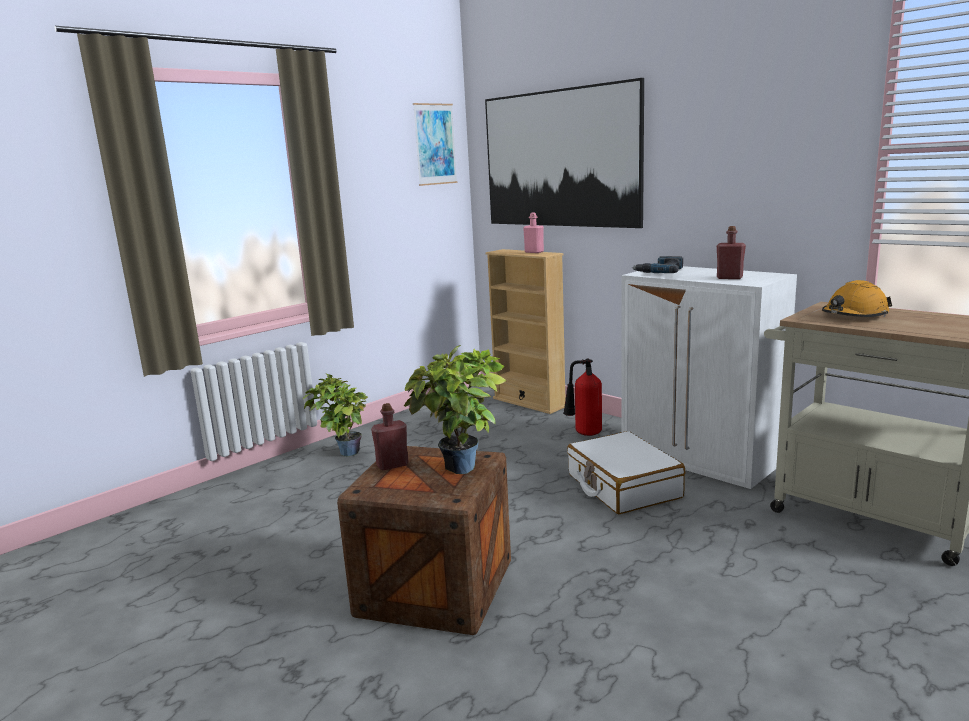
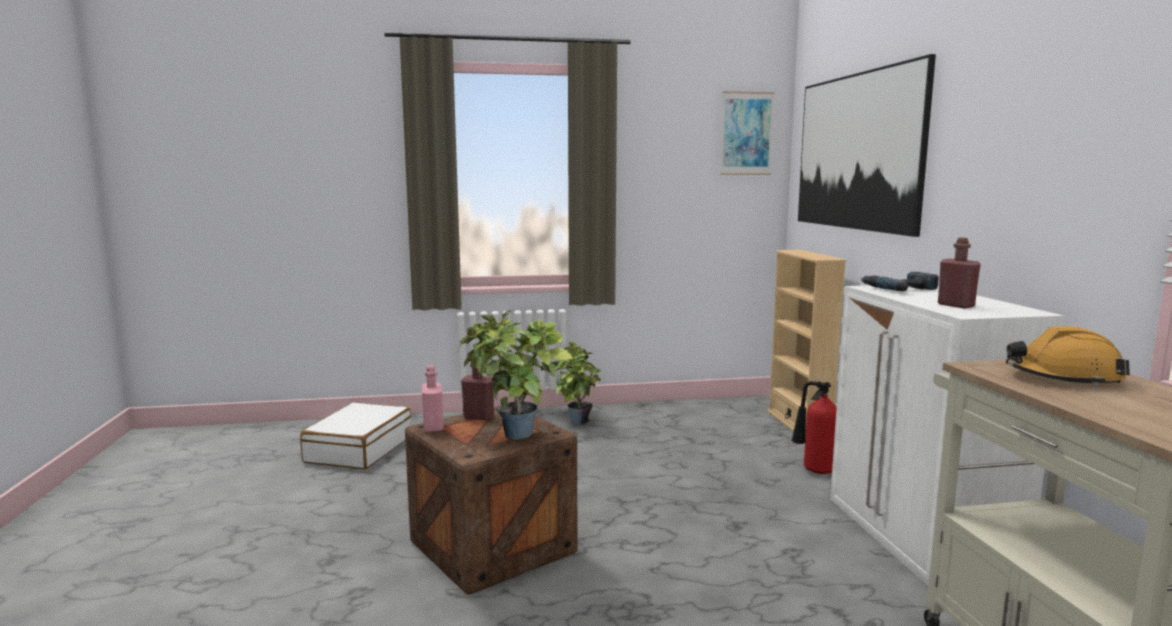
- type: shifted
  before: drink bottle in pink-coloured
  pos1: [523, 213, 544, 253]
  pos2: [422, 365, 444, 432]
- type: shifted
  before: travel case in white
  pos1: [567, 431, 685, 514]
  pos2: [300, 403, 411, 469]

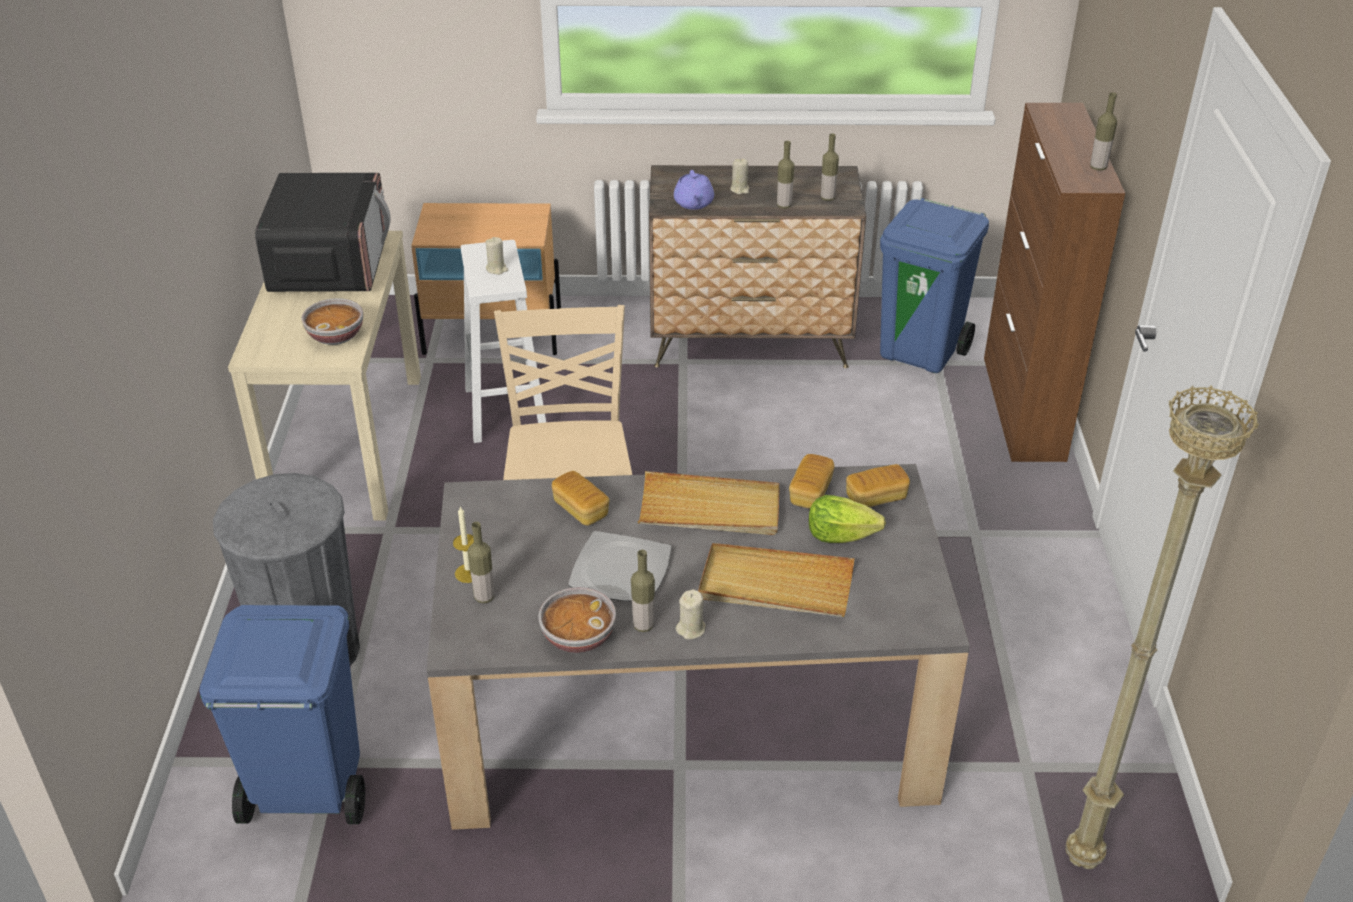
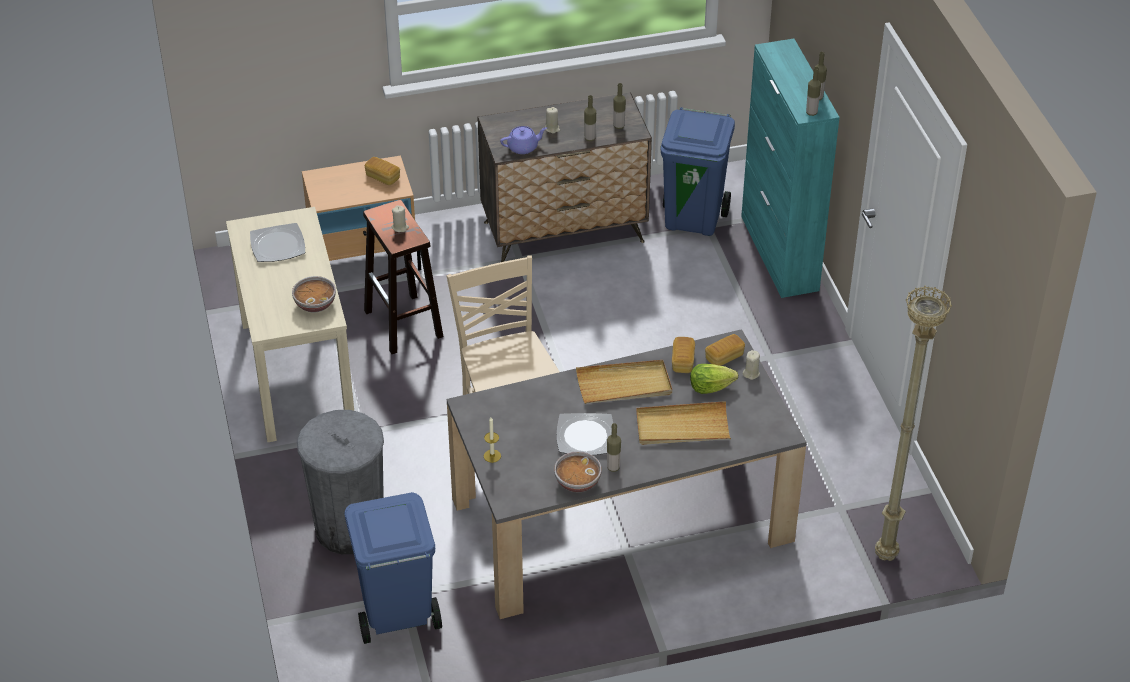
- type: repainted
  before: cabinet in brown-coloured
  after: cabinet in blue-green
  pos1: [984, 103, 1125, 462]
  pos2: [741, 39, 840, 298]
- type: rotated
  before: tea pot in purple
  pos1: [674, 170, 714, 210]
  pos2: [500, 126, 547, 154]
  turn: -90
- type: swapped
  before: kitchen microwave
  after: dinner plate
  pos1: [255, 173, 390, 292]
  pos2: [250, 223, 305, 262]
- type: repainted
  before: stool in white
  after: stool in brown-coloured
  pos1: [461, 240, 546, 443]
  pos2: [363, 200, 444, 354]
- type: shifted
  before: bakery bread
  pos1: [552, 471, 610, 526]
  pos2: [365, 157, 400, 185]
- type: shifted
  before: drink bottle
  pos1: [468, 522, 494, 603]
  pos2: [806, 67, 821, 116]
- type: shifted
  before: candle in beige
  pos1: [676, 589, 706, 639]
  pos2: [743, 350, 760, 380]

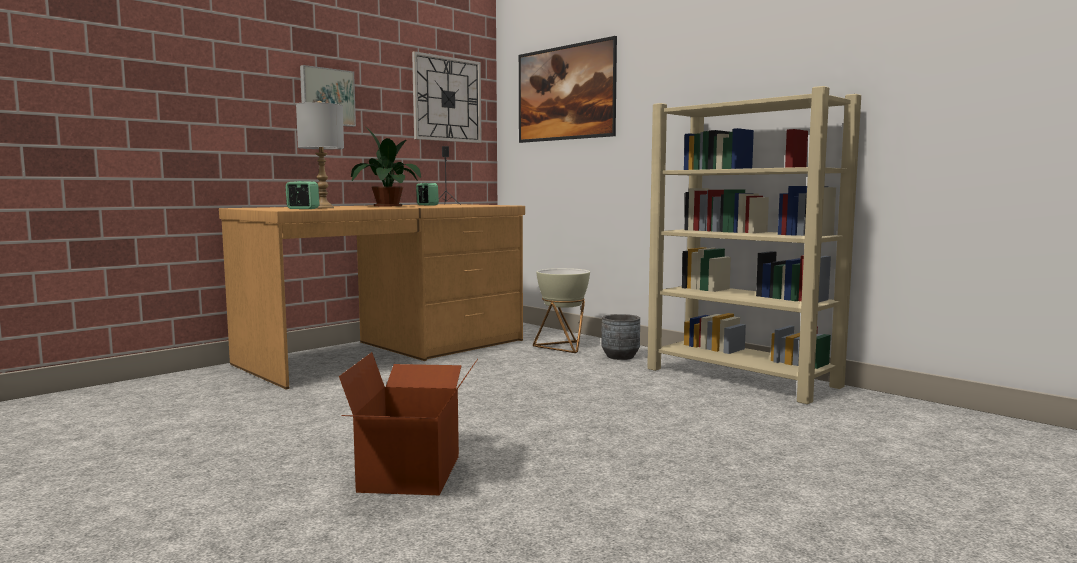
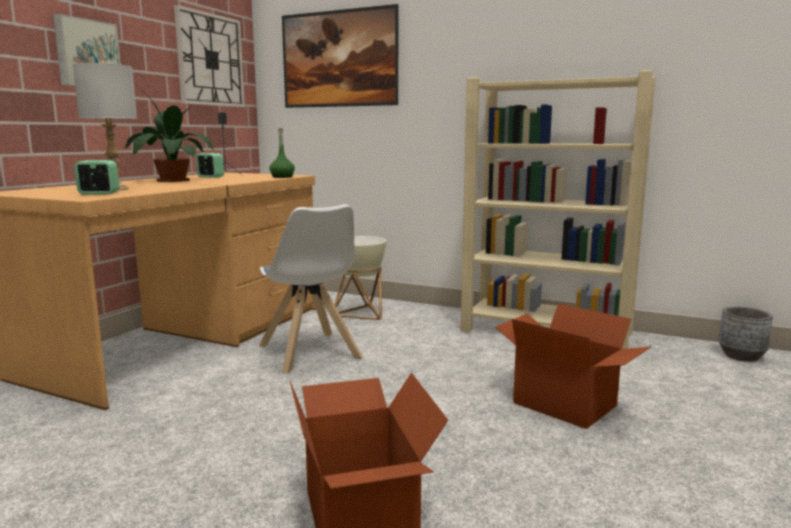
- type: shifted
  before: plant pot in greyish
  pos1: [601, 314, 640, 360]
  pos2: [719, 307, 773, 361]
- type: new
  after: drink bottle in greenish
  pos2: [269, 128, 295, 178]
- type: new
  after: plain chair
  pos2: [259, 204, 363, 374]
- type: new
  after: packing box
  pos2: [495, 303, 651, 429]

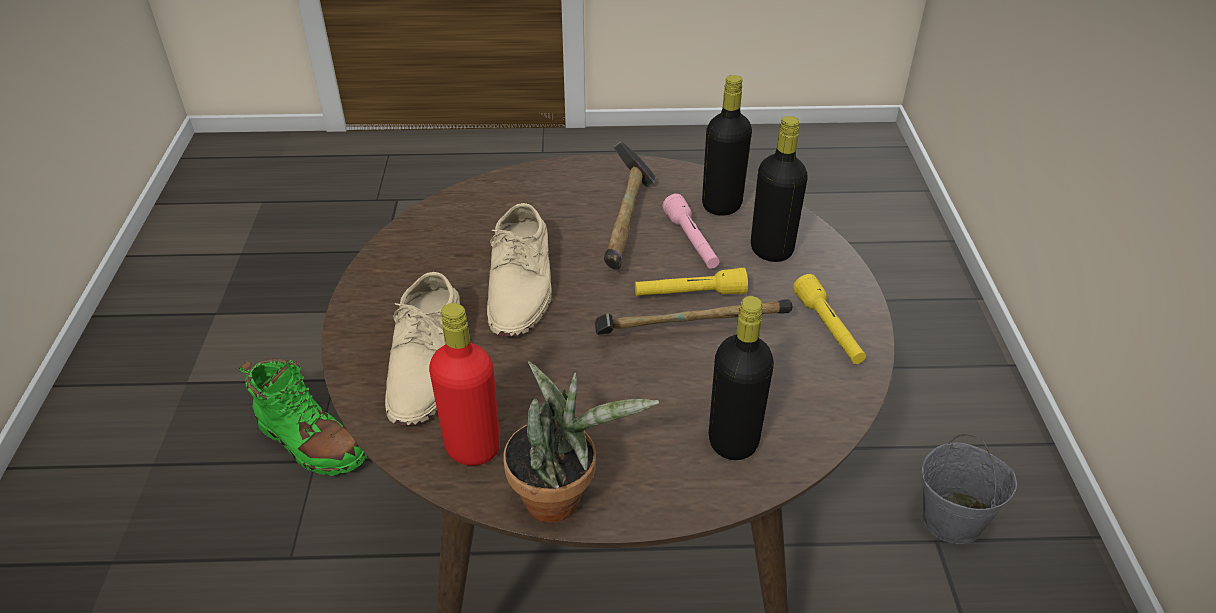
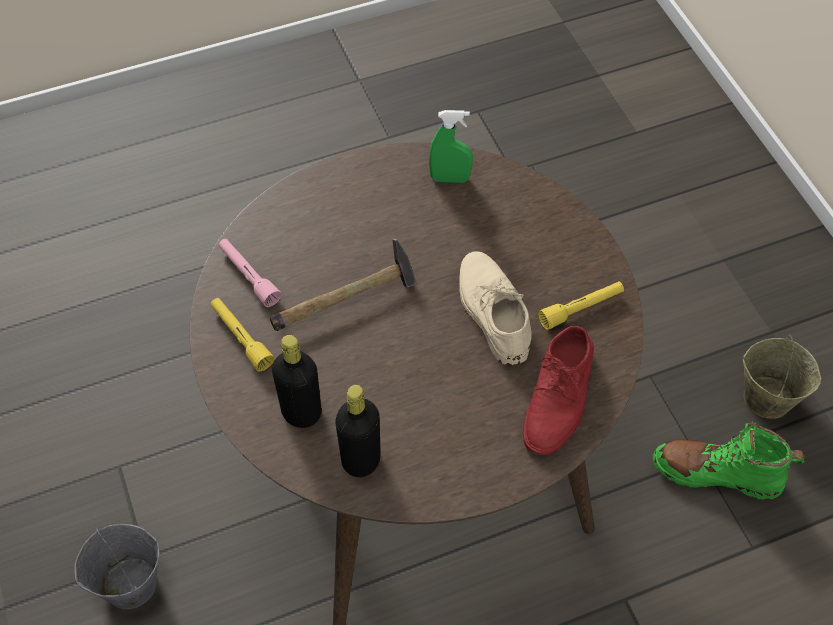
- type: gone
  before: hand hammer
  pos1: [604, 141, 656, 270]
- type: shifted
  before: hand torch in pink-coloured
  pos1: [662, 194, 720, 268]
  pos2: [218, 239, 282, 307]
- type: shifted
  before: hand torch in yellow
  pos1: [635, 268, 748, 296]
  pos2: [538, 281, 624, 330]
- type: gone
  before: shoe in beige
  pos1: [385, 272, 460, 426]
- type: gone
  before: drink bottle in black
  pos1: [709, 296, 774, 460]
- type: swapped
  before: drink bottle in reddish
  after: spray bottle in greenish
  pos1: [429, 303, 500, 466]
  pos2: [429, 110, 473, 183]
- type: gone
  before: plant in a pot
  pos1: [503, 361, 659, 523]
- type: new
  after: shoe in reddish
  pos2: [523, 326, 594, 456]
- type: new
  after: bucket in beige
  pos2: [743, 334, 821, 419]

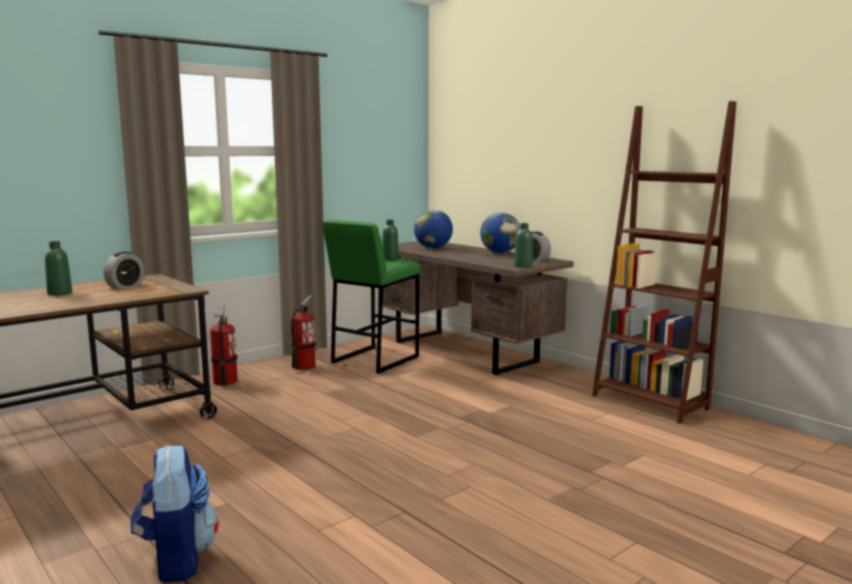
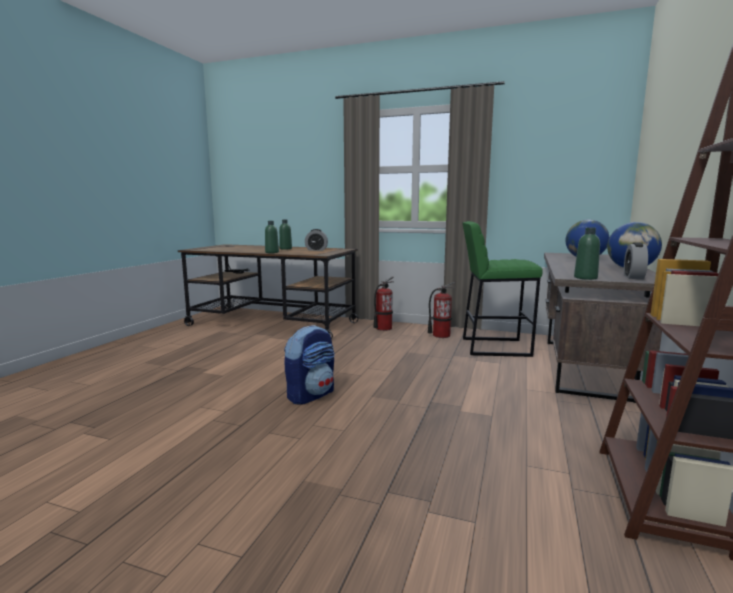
- type: shifted
  before: drink bottle in greenish
  pos1: [382, 220, 399, 260]
  pos2: [265, 221, 279, 253]
- type: shifted
  before: rucksack
  pos1: [131, 445, 219, 582]
  pos2: [284, 325, 335, 404]

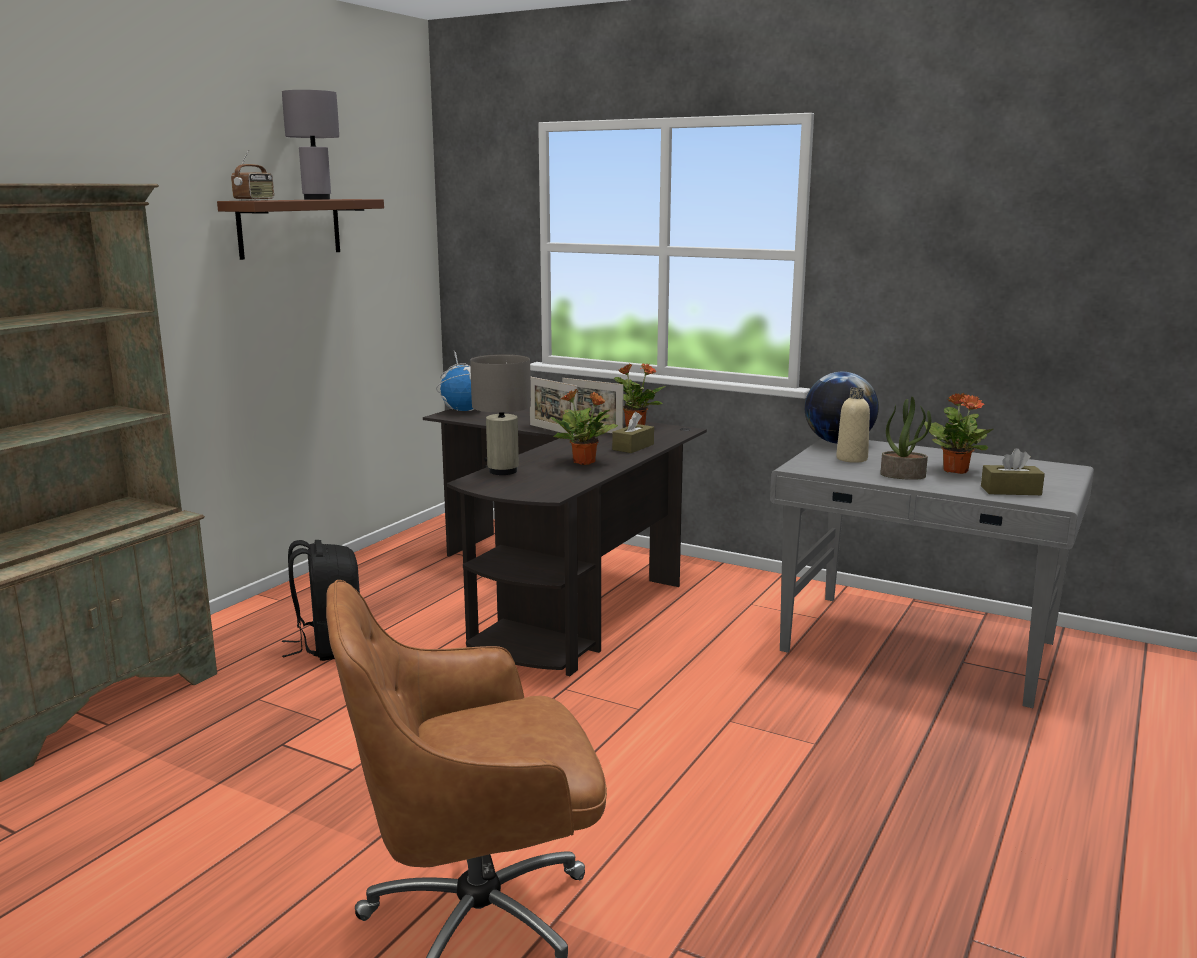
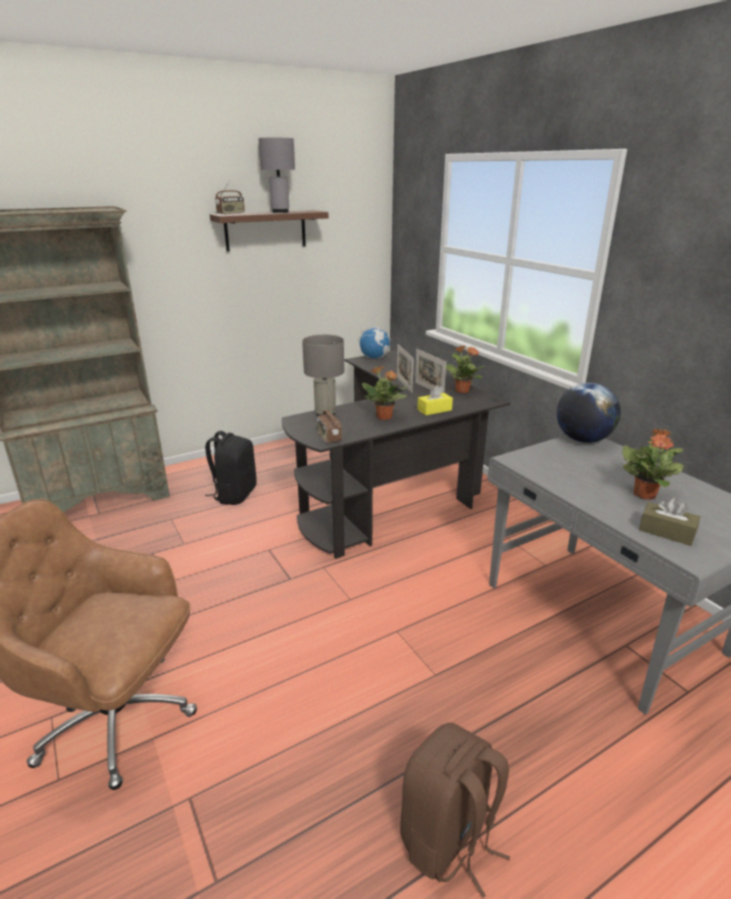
- type: gone
  before: drink bottle in beige
  pos1: [836, 388, 870, 463]
- type: gone
  before: plant in a pot
  pos1: [880, 397, 931, 480]
- type: repainted
  before: box of tissues in brown-coloured
  after: box of tissues in yellow
  pos1: [612, 412, 654, 453]
  pos2: [417, 386, 453, 415]
- type: new
  after: radio
  pos2: [317, 404, 342, 443]
- type: new
  after: rucksack in brown-coloured
  pos2: [400, 723, 510, 898]

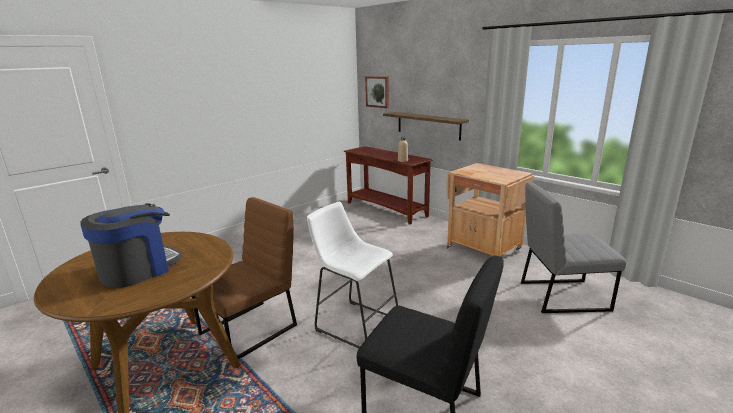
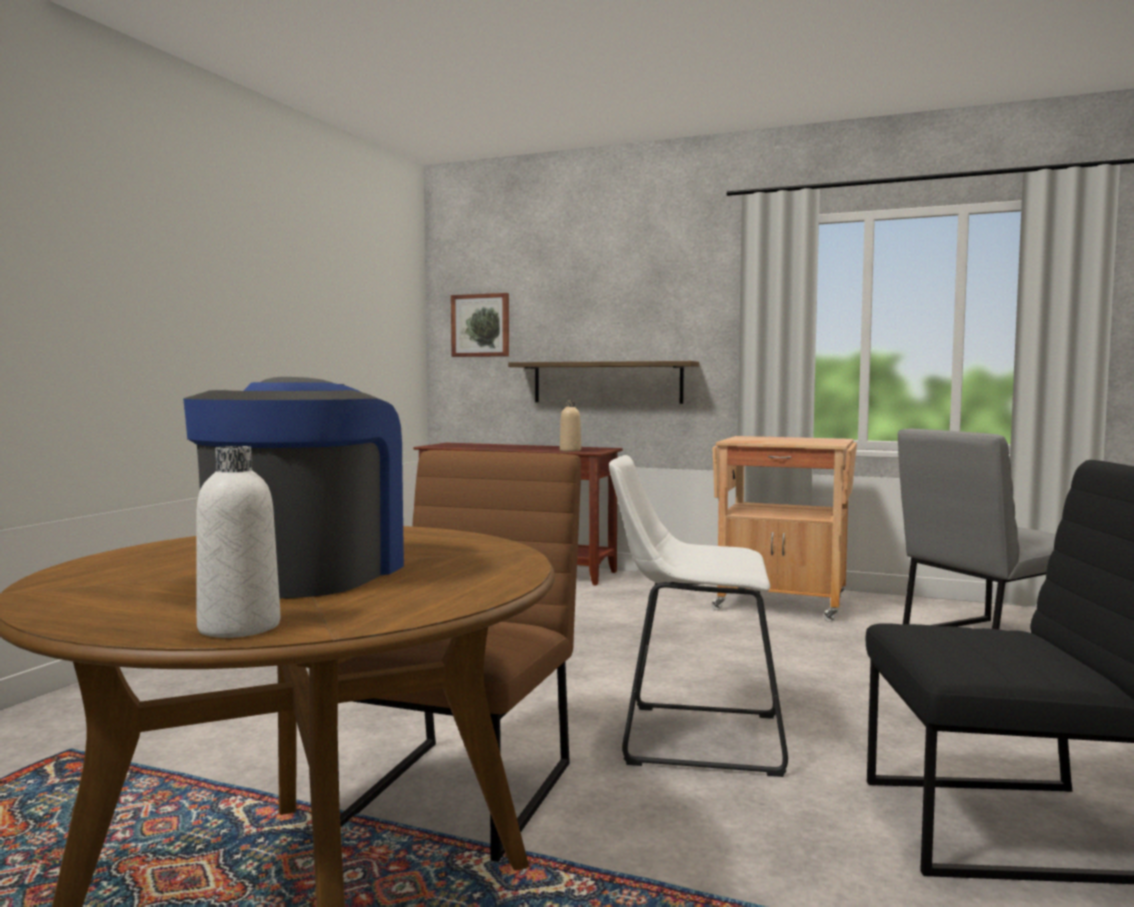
- type: new
  after: drink bottle in white
  pos2: [197, 446, 280, 638]

